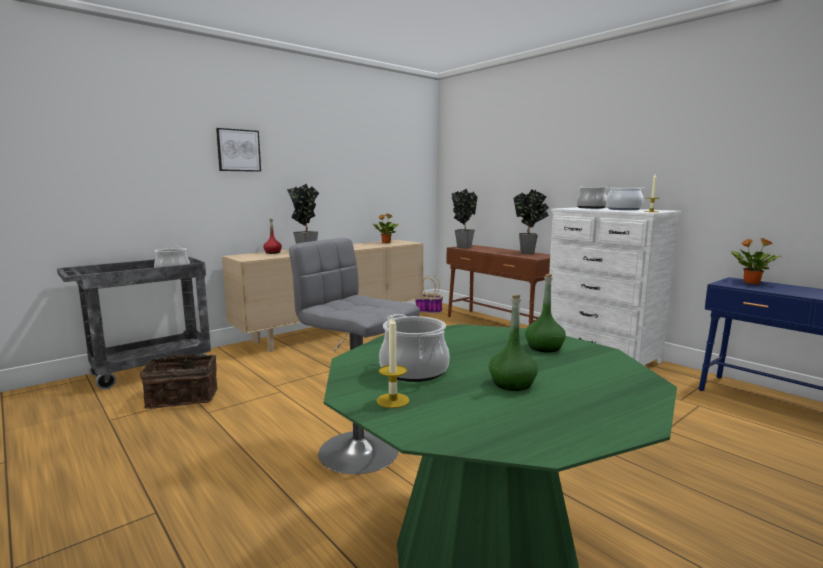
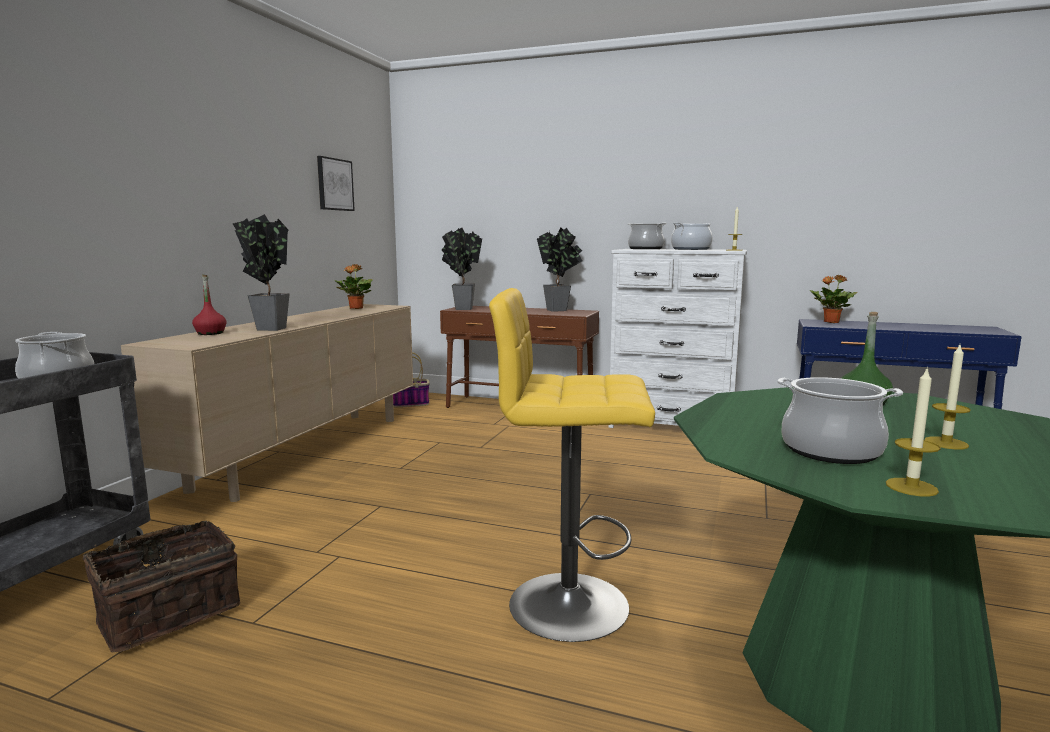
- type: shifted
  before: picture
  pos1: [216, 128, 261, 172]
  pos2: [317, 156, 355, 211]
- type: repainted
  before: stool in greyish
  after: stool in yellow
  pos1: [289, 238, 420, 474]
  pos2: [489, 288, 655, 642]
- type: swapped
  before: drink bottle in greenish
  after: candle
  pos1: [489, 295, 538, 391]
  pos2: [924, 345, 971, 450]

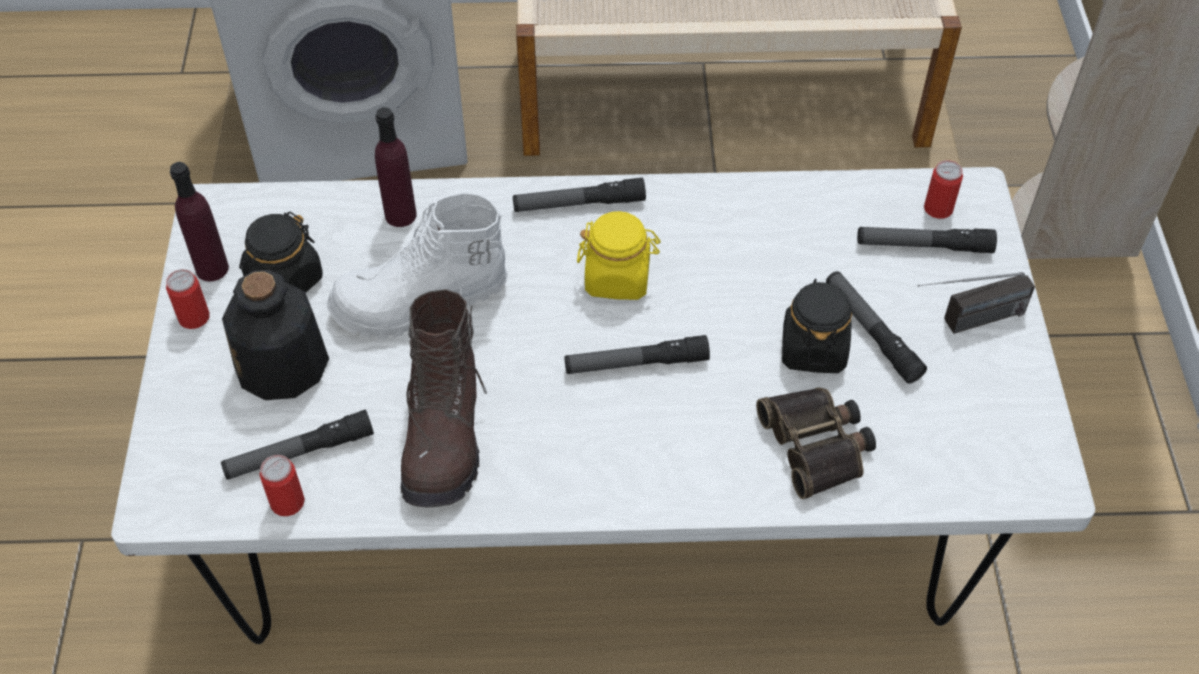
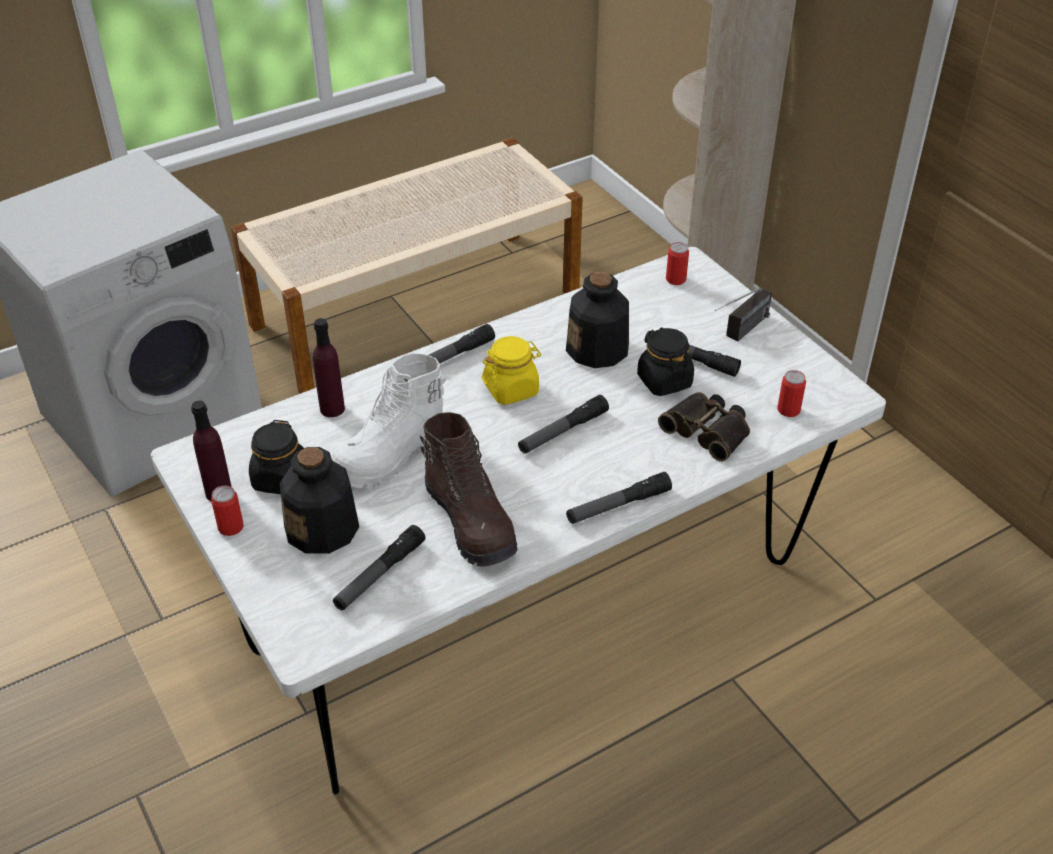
- type: shifted
  before: hand torch
  pos1: [857, 227, 997, 253]
  pos2: [566, 472, 672, 524]
- type: shifted
  before: metal can
  pos1: [260, 455, 305, 516]
  pos2: [777, 370, 806, 417]
- type: new
  after: drink bottle
  pos2: [566, 272, 629, 368]

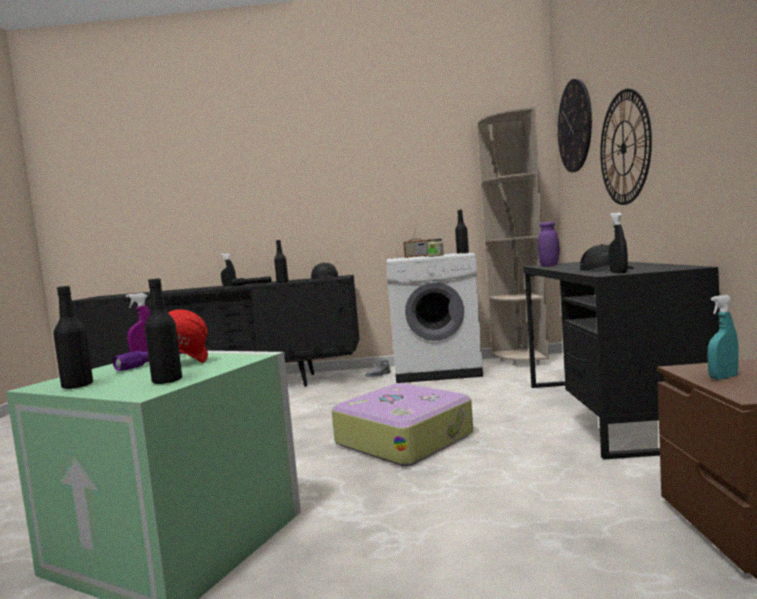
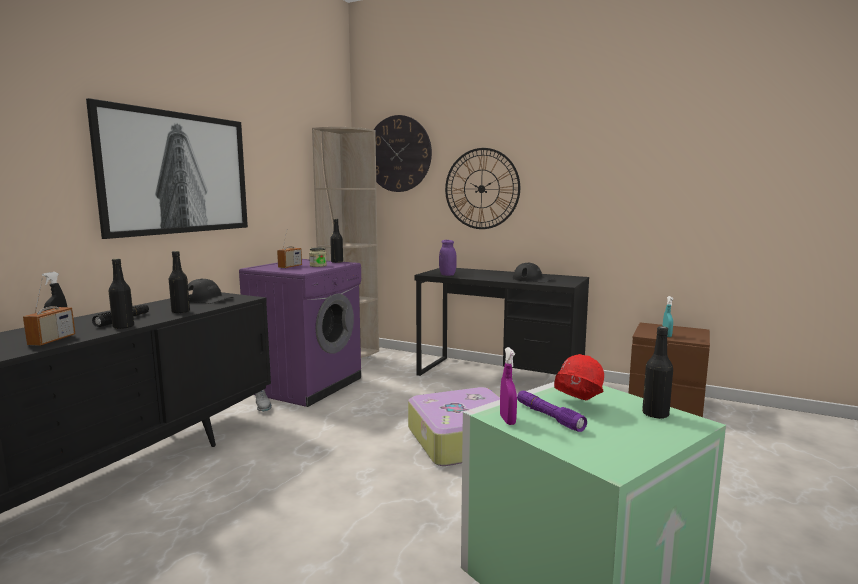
- type: gone
  before: spray bottle in black
  pos1: [608, 212, 628, 273]
- type: repainted
  before: laundry appliance in white
  after: laundry appliance in purple
  pos1: [386, 253, 483, 383]
  pos2: [239, 259, 361, 407]
- type: shifted
  before: drink bottle in black
  pos1: [53, 286, 93, 390]
  pos2: [108, 258, 134, 329]
- type: new
  after: picture
  pos2: [86, 98, 248, 239]
- type: new
  after: radio
  pos2: [23, 278, 75, 346]

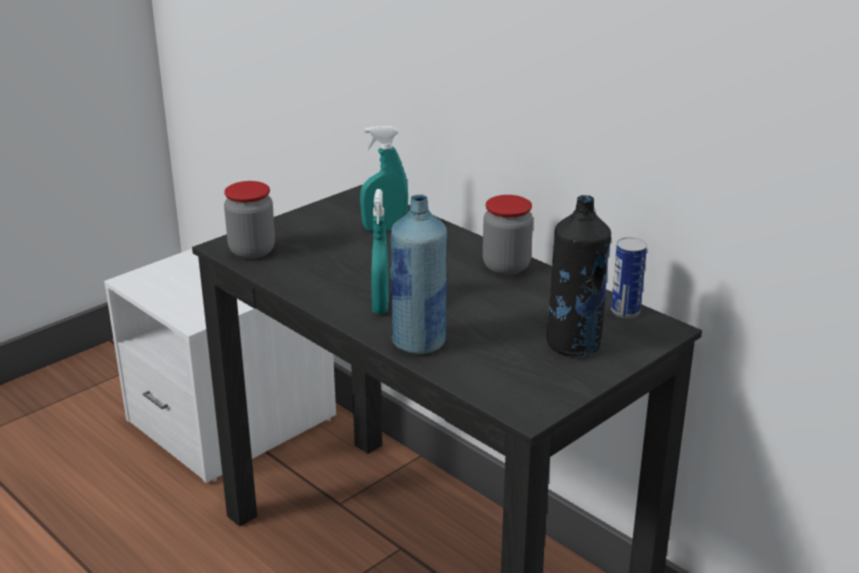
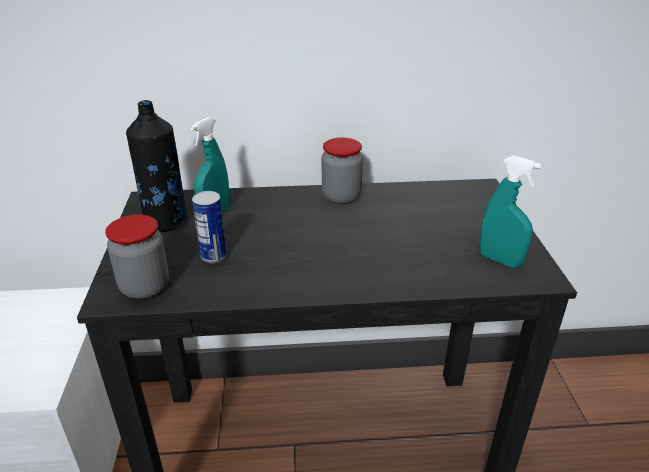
- type: shifted
  before: spray bottle in blue-green
  pos1: [371, 189, 389, 314]
  pos2: [480, 155, 542, 268]
- type: gone
  before: drink bottle in bluish
  pos1: [390, 195, 447, 354]
- type: shifted
  before: drink bottle in black
  pos1: [547, 195, 611, 356]
  pos2: [126, 100, 187, 232]
- type: shifted
  before: metal can
  pos1: [611, 237, 647, 318]
  pos2: [192, 191, 227, 263]

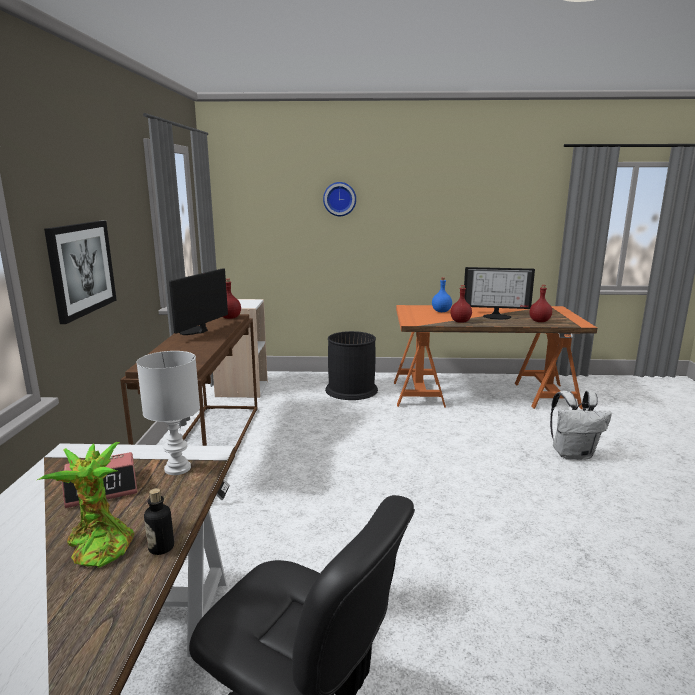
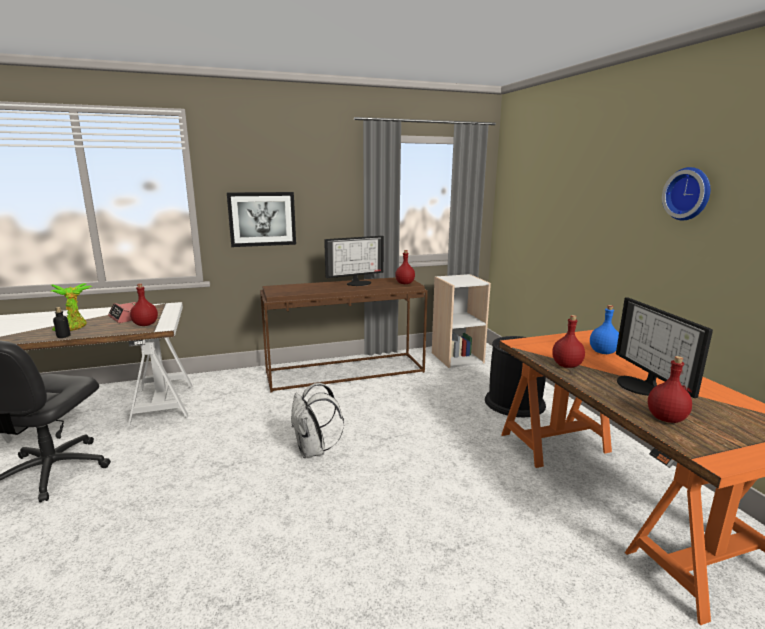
- type: shifted
  before: clock on the wall
  pos1: [323, 182, 356, 216]
  pos2: [662, 167, 710, 220]
- type: rotated
  before: computer display
  pos1: [169, 268, 228, 335]
  pos2: [324, 236, 384, 286]
  turn: 150
- type: swapped
  before: tabletop lamp in white
  after: drink bottle in reddish
  pos1: [136, 351, 200, 475]
  pos2: [130, 283, 158, 326]
- type: shifted
  before: rucksack in white
  pos1: [550, 391, 612, 460]
  pos2: [291, 383, 344, 458]

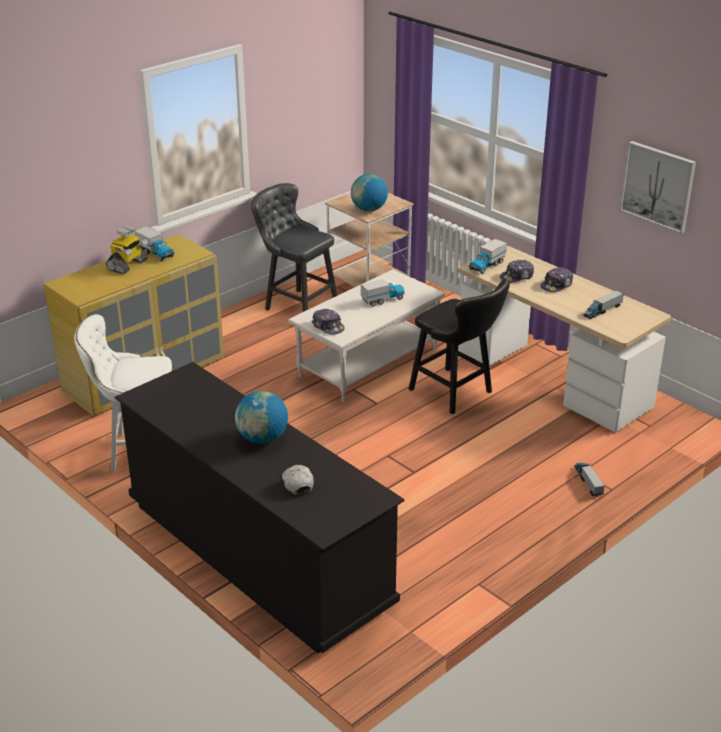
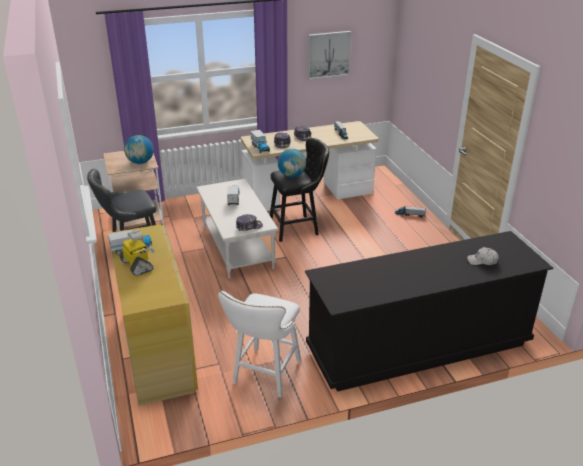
- type: shifted
  before: world globe
  pos1: [235, 391, 288, 444]
  pos2: [278, 149, 306, 177]

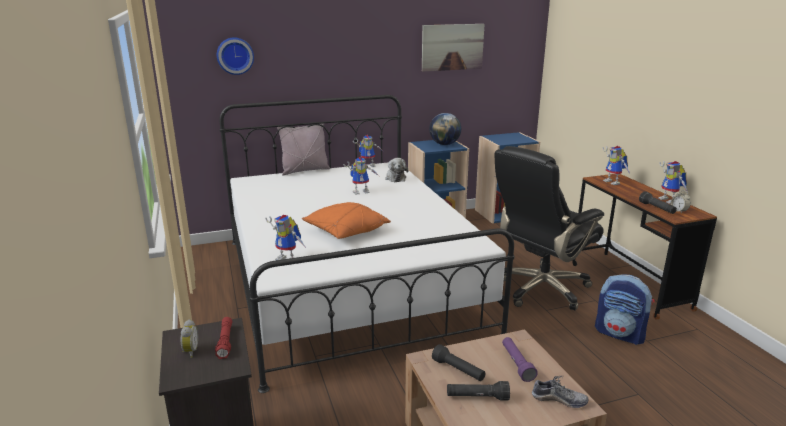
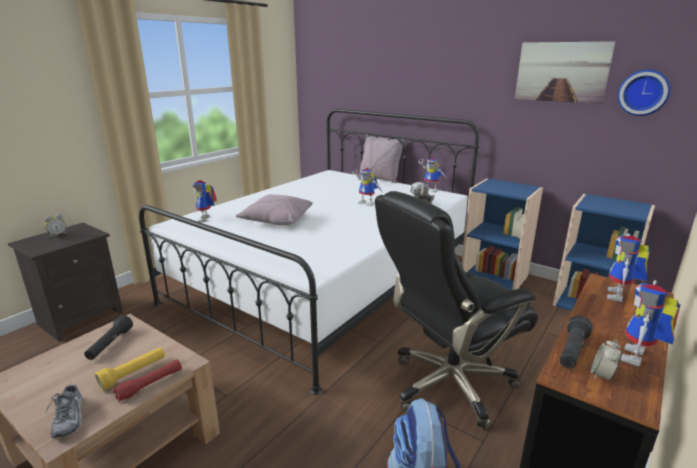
- type: shifted
  before: clock on the wall
  pos1: [217, 38, 254, 75]
  pos2: [618, 69, 671, 116]
- type: gone
  before: world globe
  pos1: [429, 113, 461, 145]
- type: rotated
  before: desk chair in black
  pos1: [495, 146, 604, 311]
  pos2: [375, 191, 538, 429]
  turn: -45
- type: repainted
  before: cushion in orange
  after: cushion in purple
  pos1: [302, 202, 391, 239]
  pos2: [236, 194, 313, 225]
- type: shifted
  before: hand torch in reddish
  pos1: [215, 317, 232, 359]
  pos2: [113, 359, 182, 402]
- type: repainted
  before: hand torch in purple
  after: hand torch in yellow
  pos1: [502, 337, 538, 382]
  pos2: [95, 347, 165, 391]
- type: gone
  before: hand torch in black
  pos1: [447, 381, 510, 401]

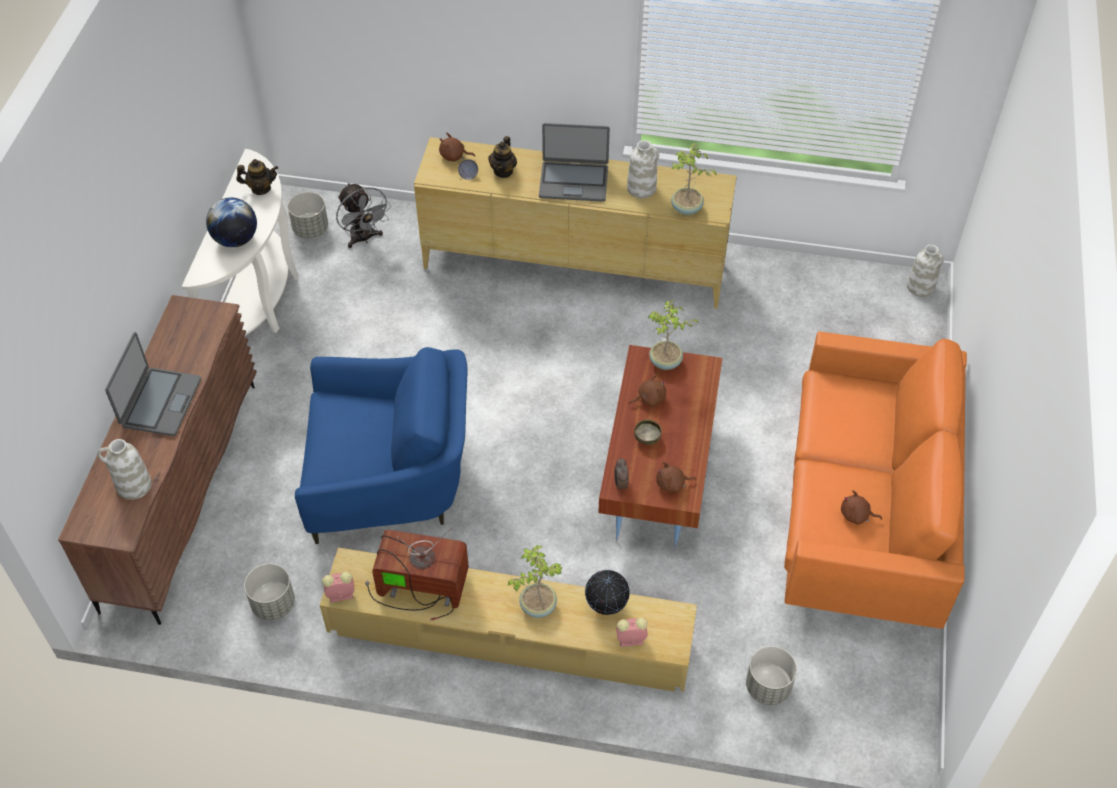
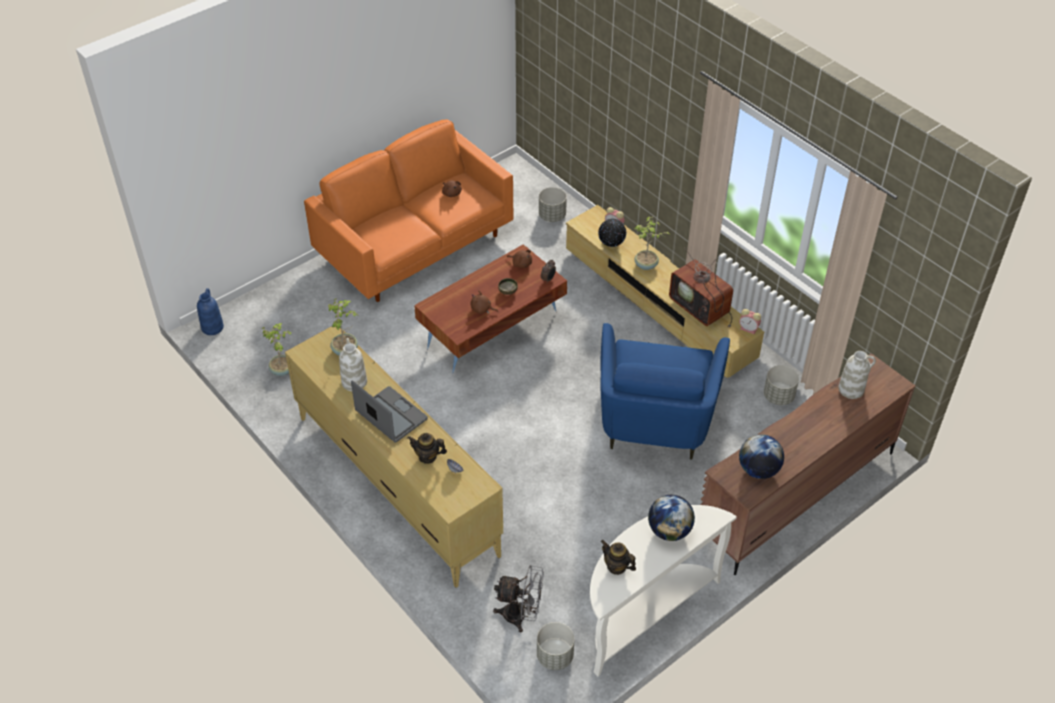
- type: gone
  before: cuddly toy in brown-coloured
  pos1: [439, 133, 475, 162]
- type: rotated
  before: tea pot
  pos1: [488, 136, 517, 178]
  pos2: [407, 433, 447, 464]
  turn: -135
- type: rotated
  before: cooling fan in greyish
  pos1: [336, 183, 391, 248]
  pos2: [493, 565, 544, 633]
  turn: 90
- type: repainted
  before: decorative vase in white
  after: decorative vase in bluish
  pos1: [907, 244, 944, 297]
  pos2: [197, 288, 224, 335]
- type: shifted
  before: plant in a pot
  pos1: [648, 300, 699, 370]
  pos2: [262, 323, 292, 376]
- type: gone
  before: laptop
  pos1: [105, 332, 201, 436]
- type: rotated
  before: easy chair in bluish
  pos1: [295, 347, 467, 544]
  pos2: [600, 323, 730, 459]
  turn: -120
- type: new
  after: world globe
  pos2: [739, 434, 784, 479]

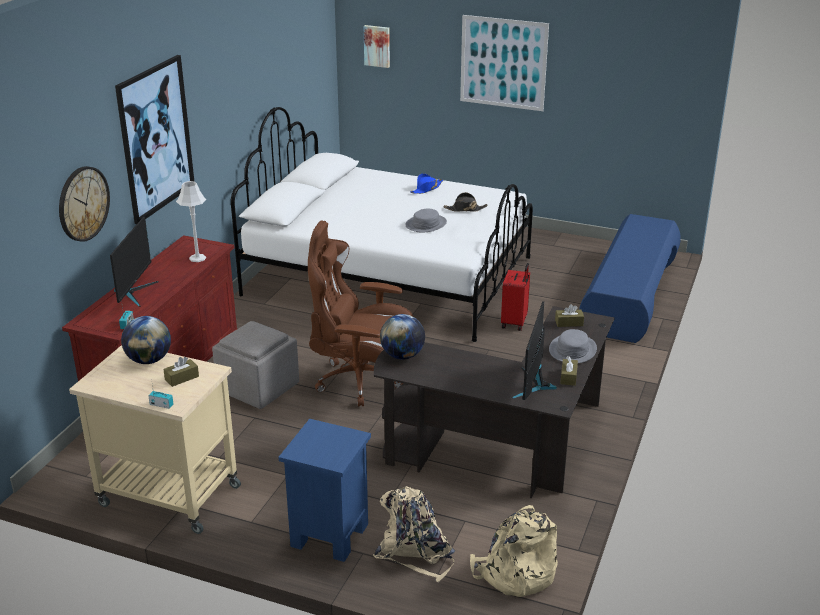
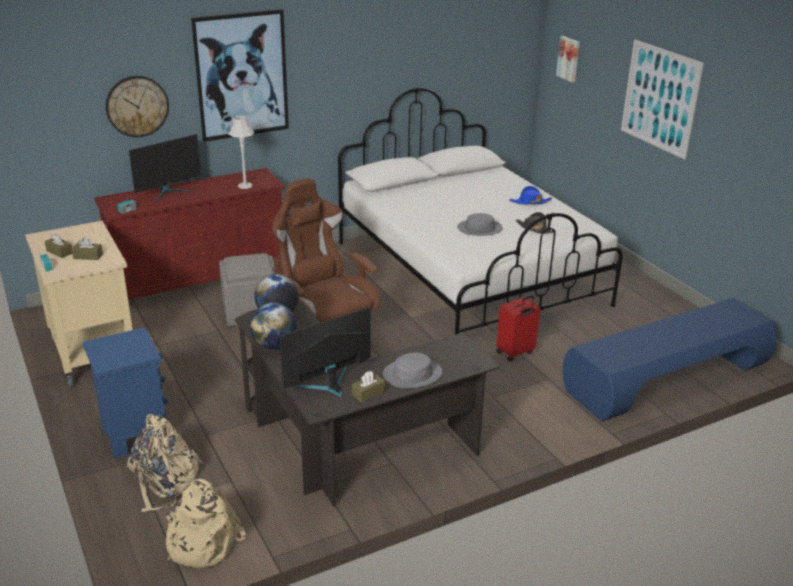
- type: shifted
  before: box of tissues in brown-coloured
  pos1: [555, 304, 584, 327]
  pos2: [45, 233, 72, 258]
- type: shifted
  before: world globe
  pos1: [121, 316, 171, 364]
  pos2: [250, 303, 297, 349]

